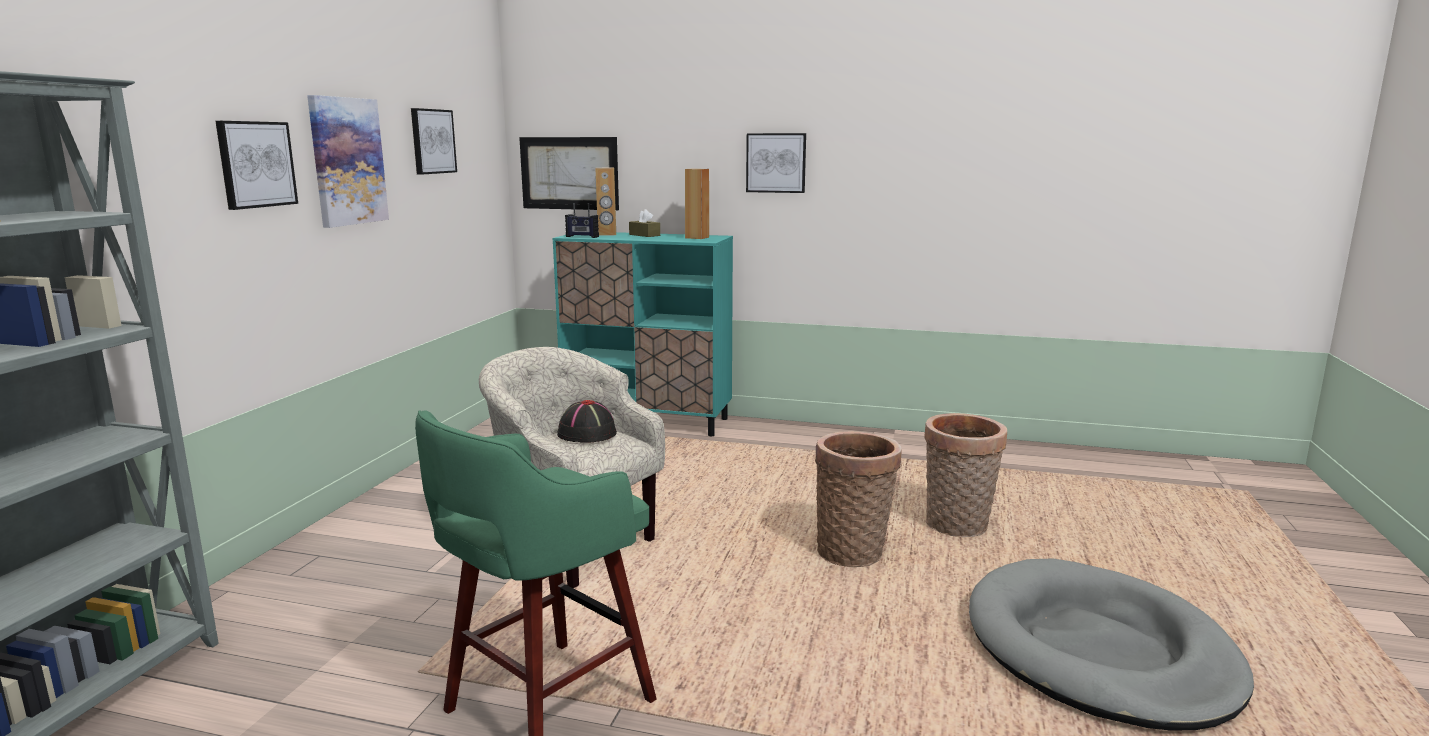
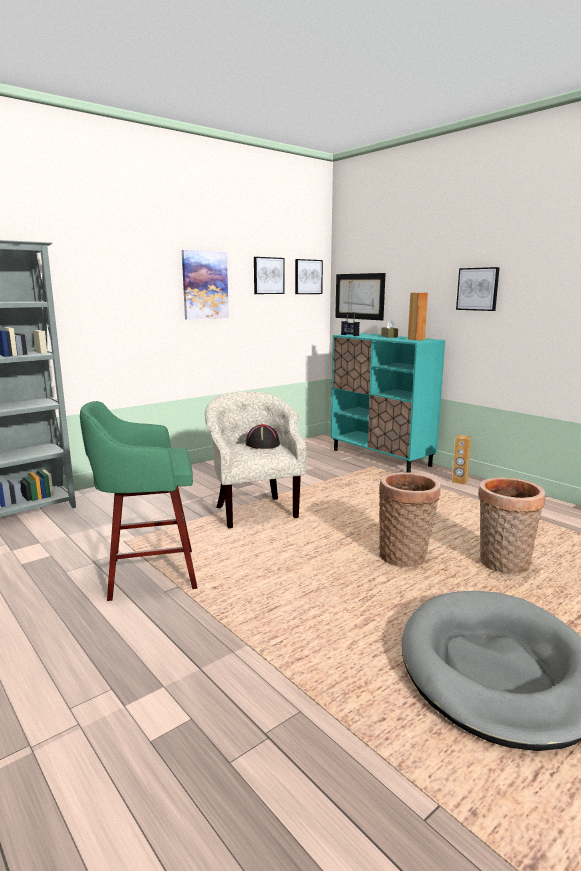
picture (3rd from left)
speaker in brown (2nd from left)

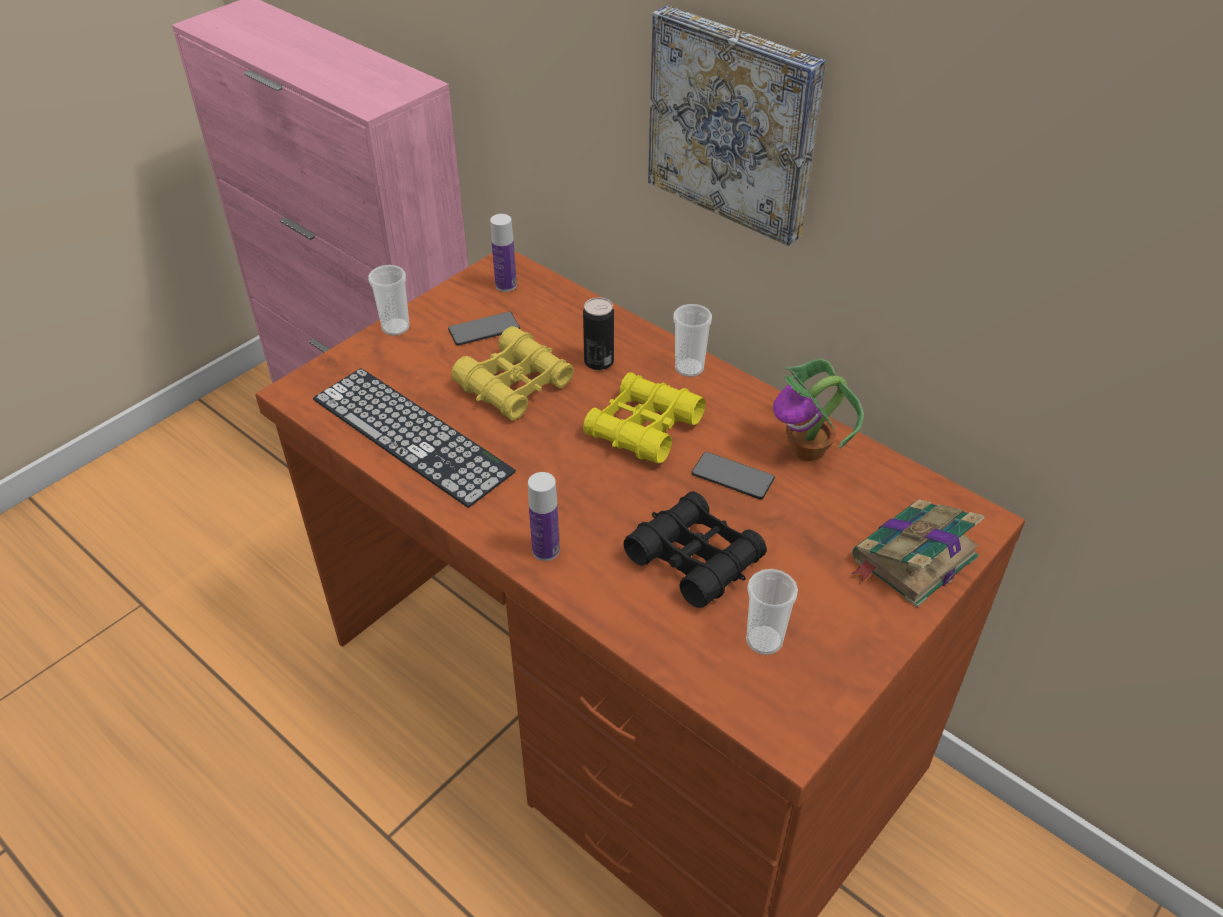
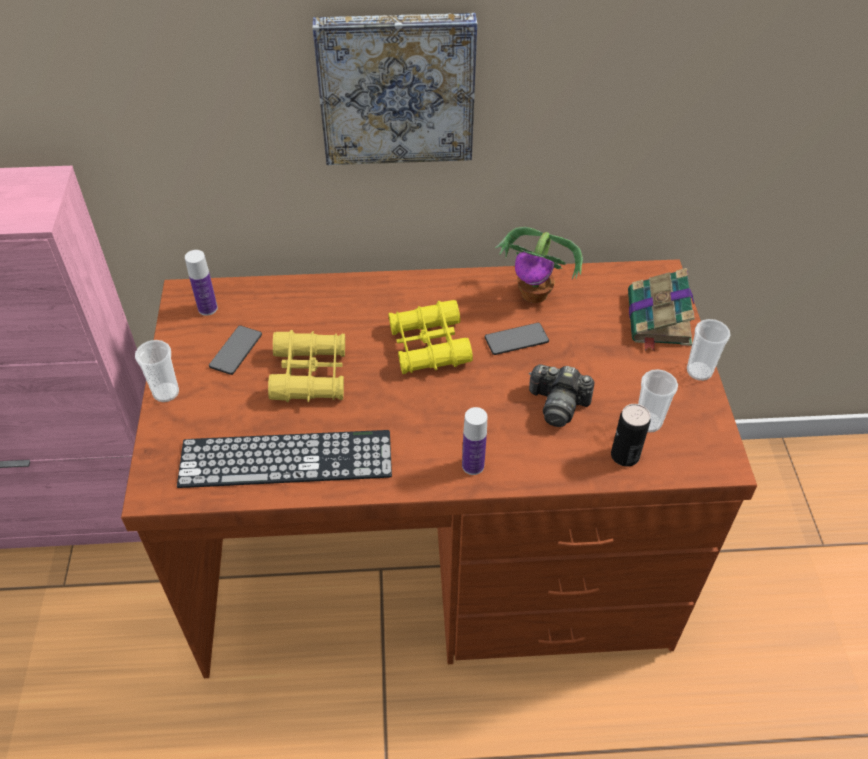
photo camera
can
cup (3rd from left)

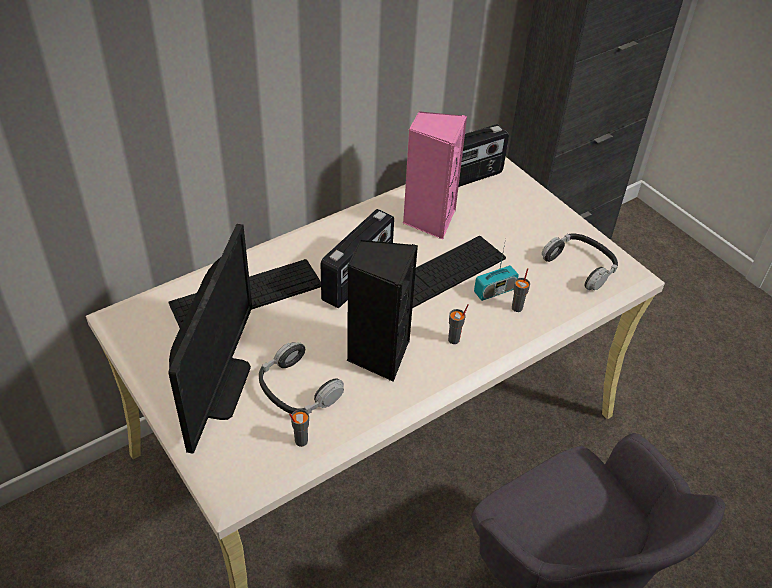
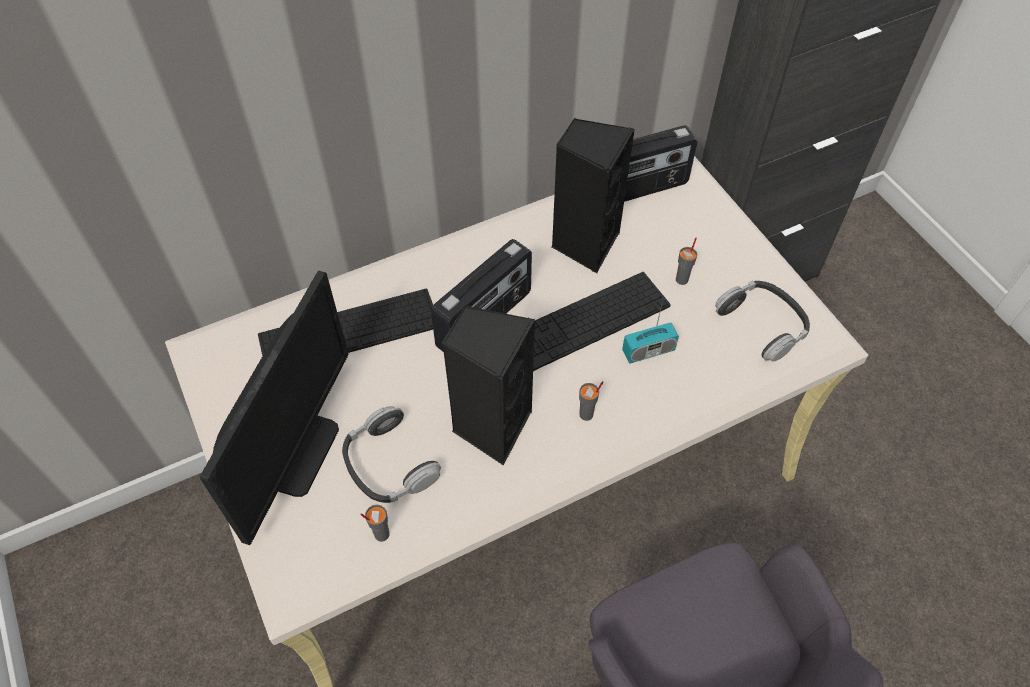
speaker in black (2nd from left)
cup in grey (3rd from left)

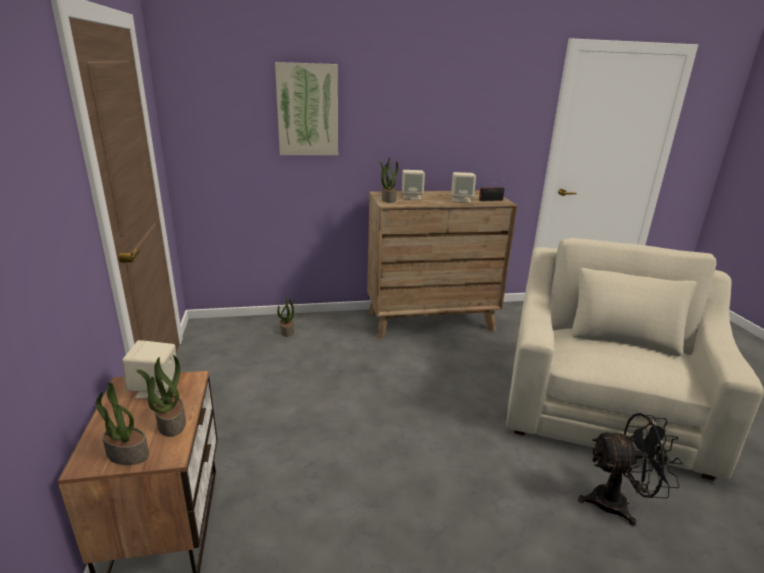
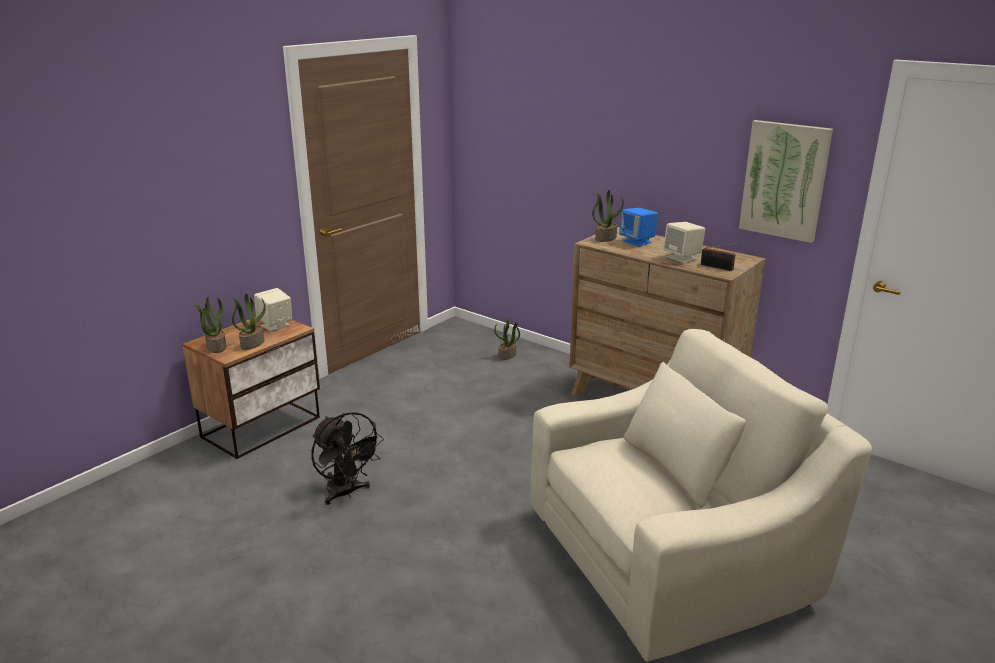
fan in black
speaker in blue
picture

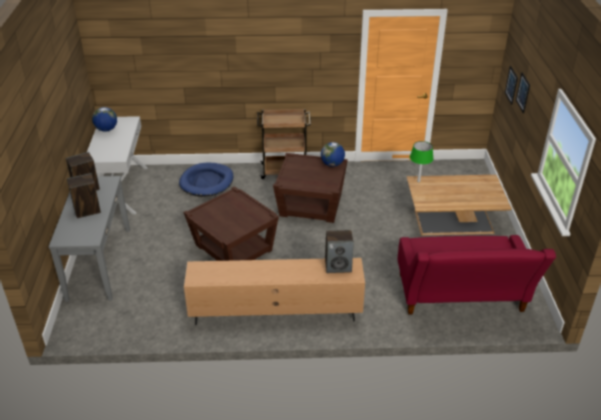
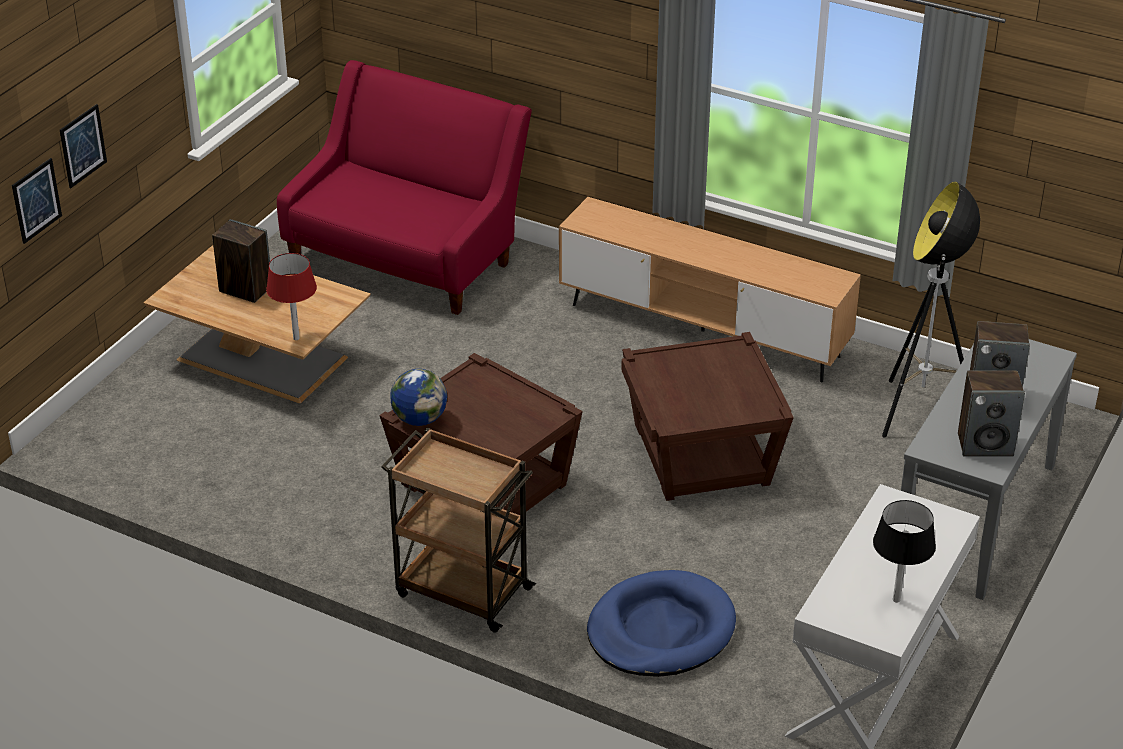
speaker (1st from left)
table lamp in red
table lamp in black
floor lamp

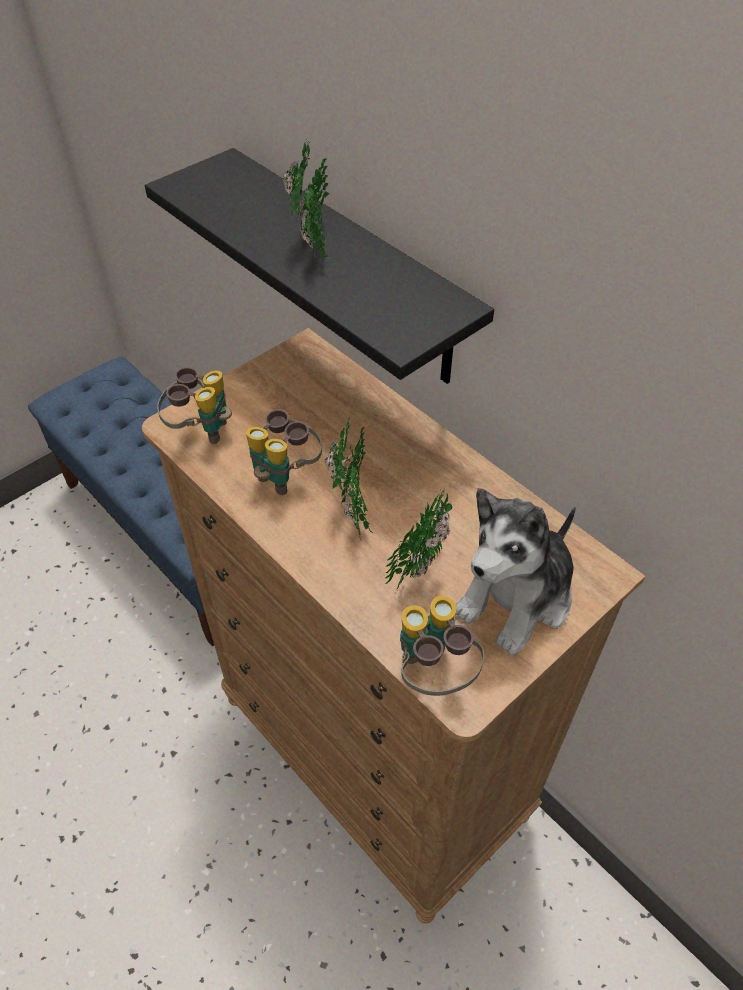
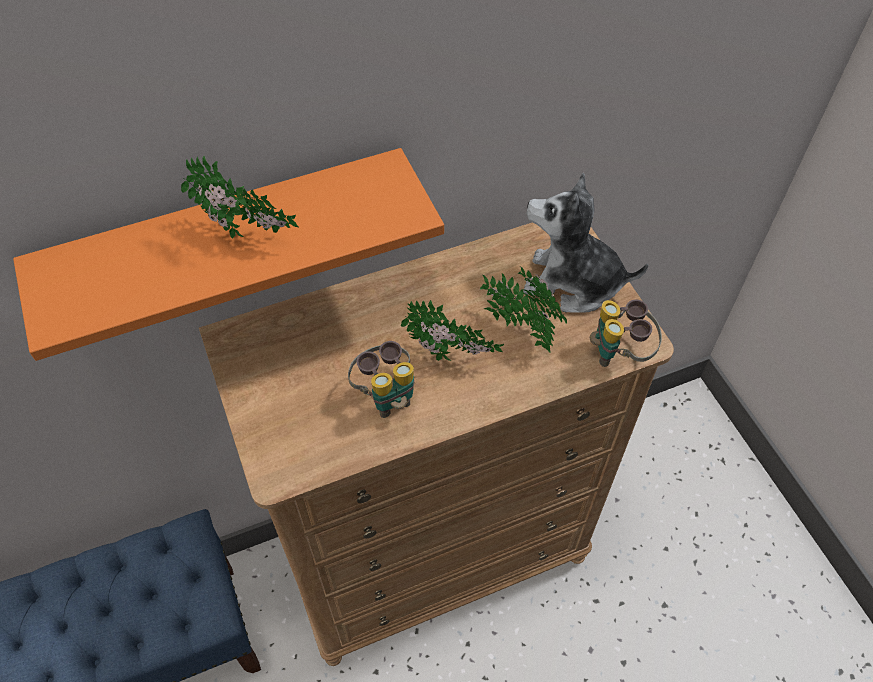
shelf in orange
plush toy
binoculars (1st from left in the first image)

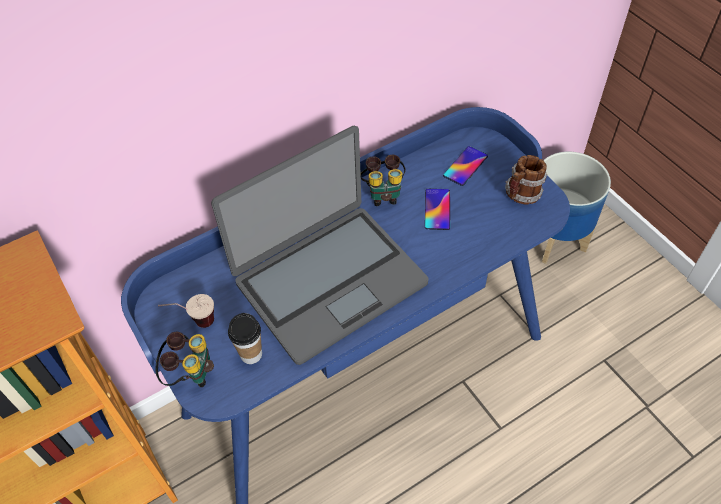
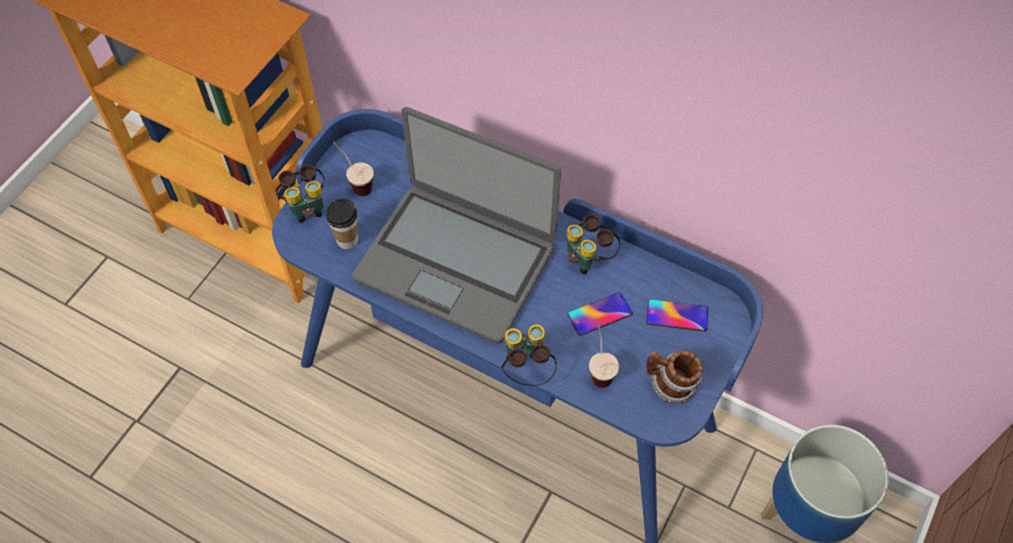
binoculars (2nd from left)
cup (3rd from left)

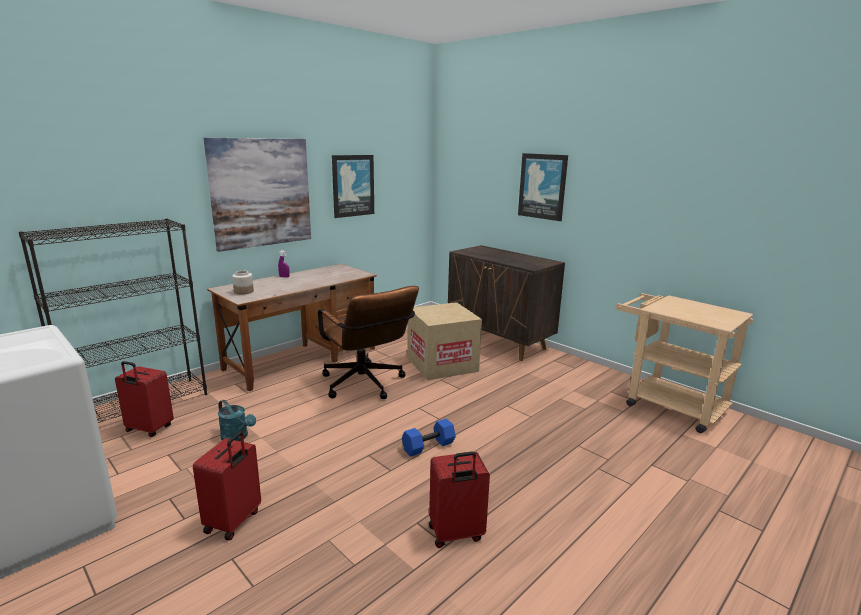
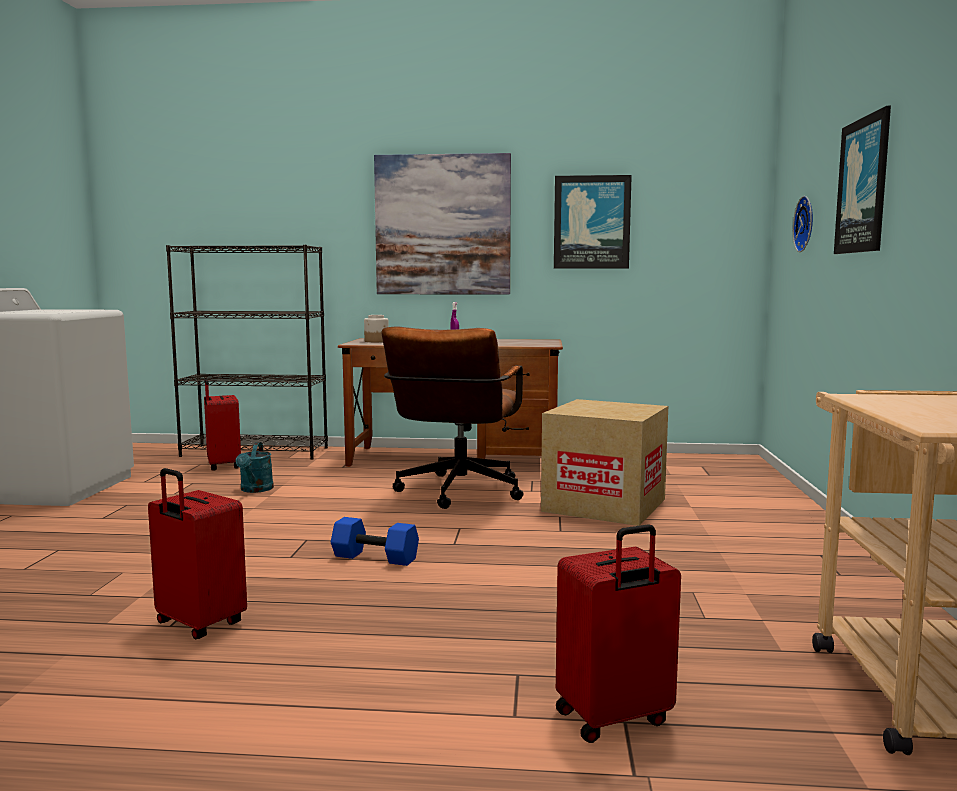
suitcase in red (3rd from left)
wall clock
cabinet in brown

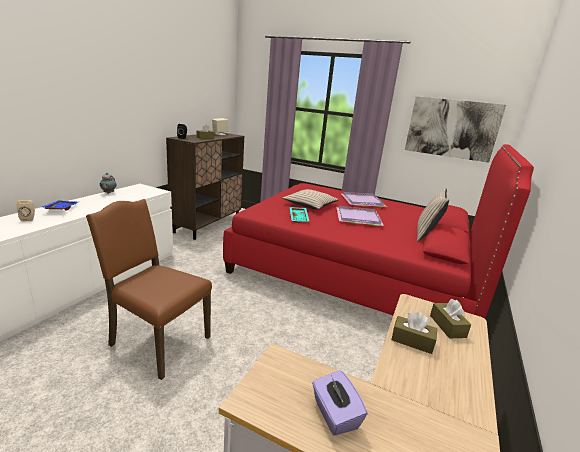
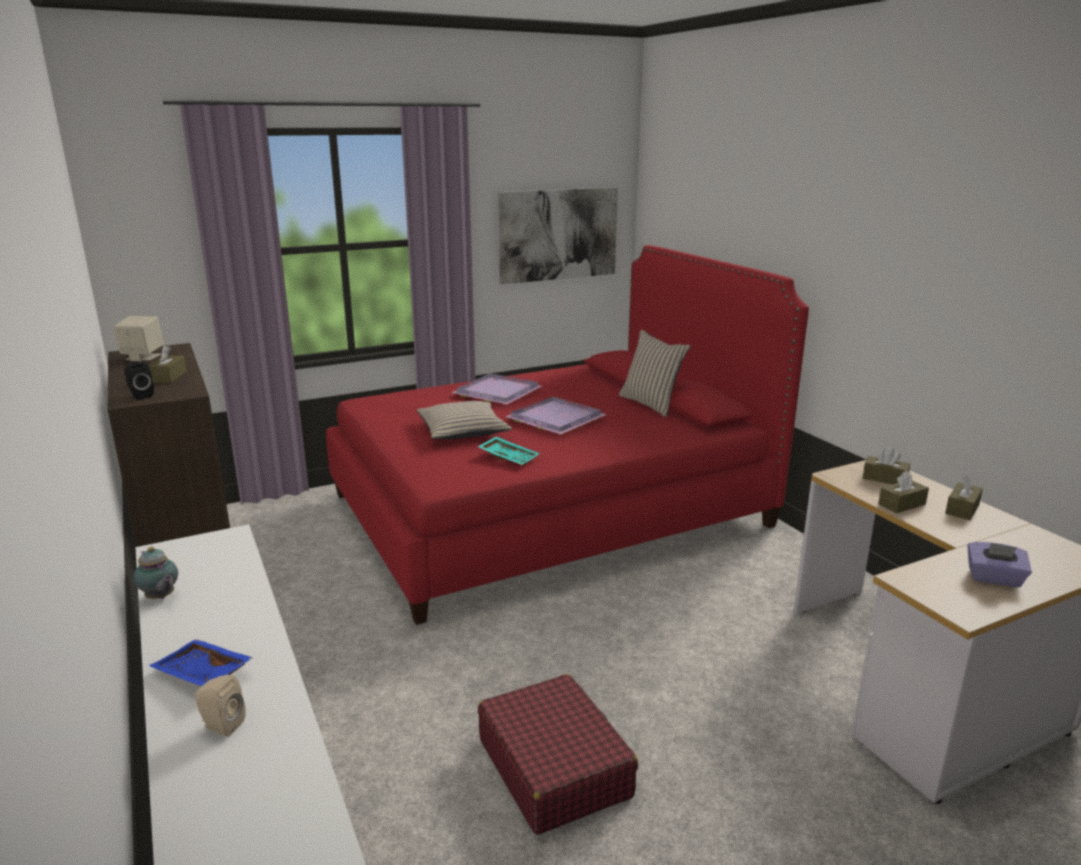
suitcase in red
tissue box in brown (4th from left)

